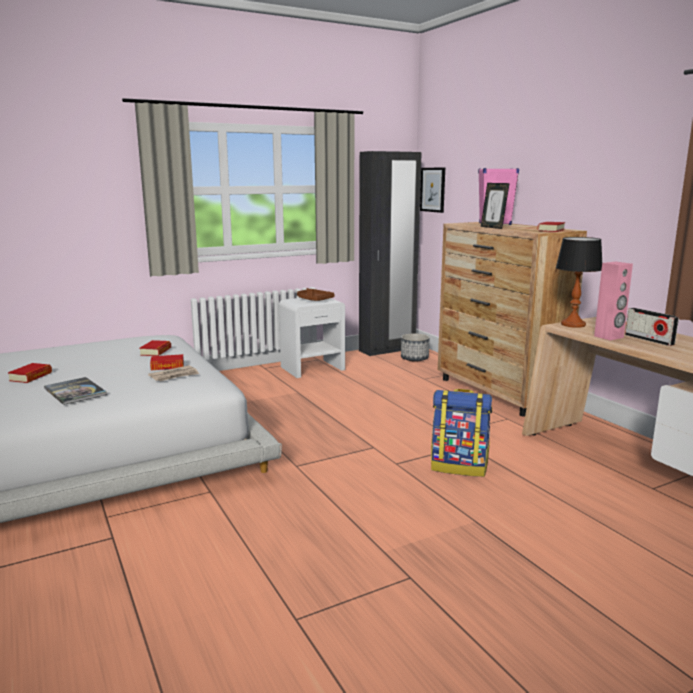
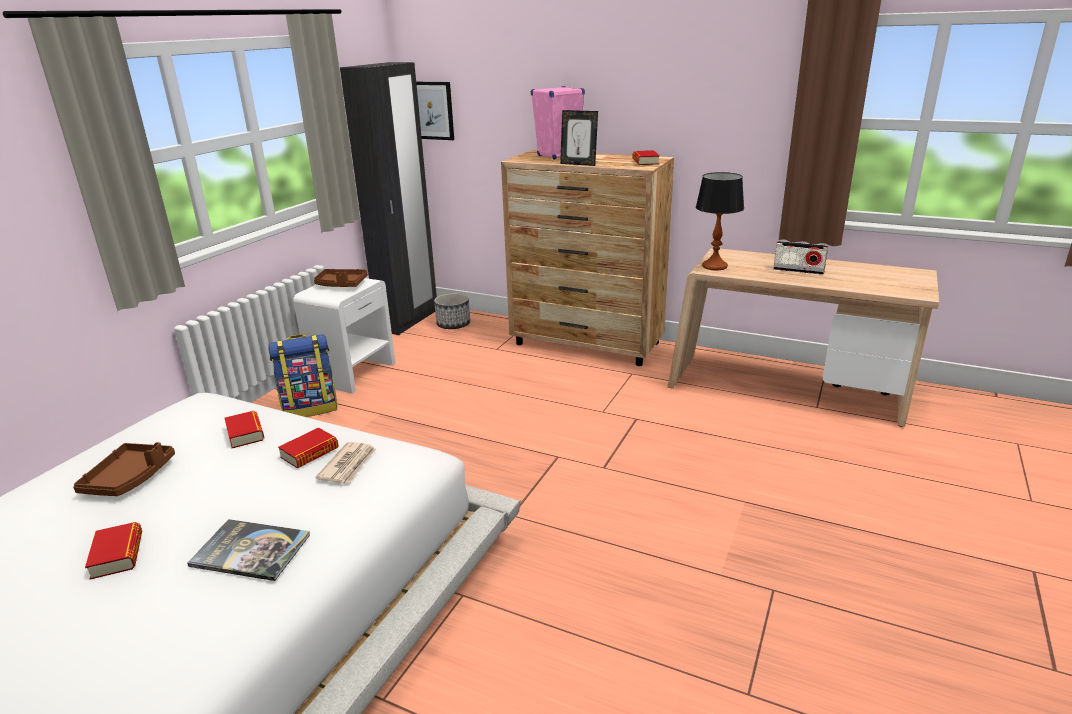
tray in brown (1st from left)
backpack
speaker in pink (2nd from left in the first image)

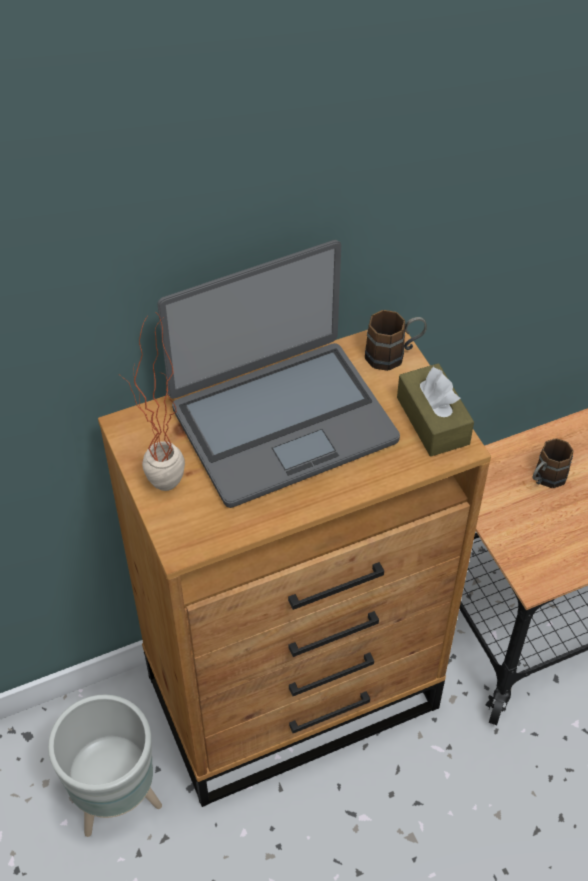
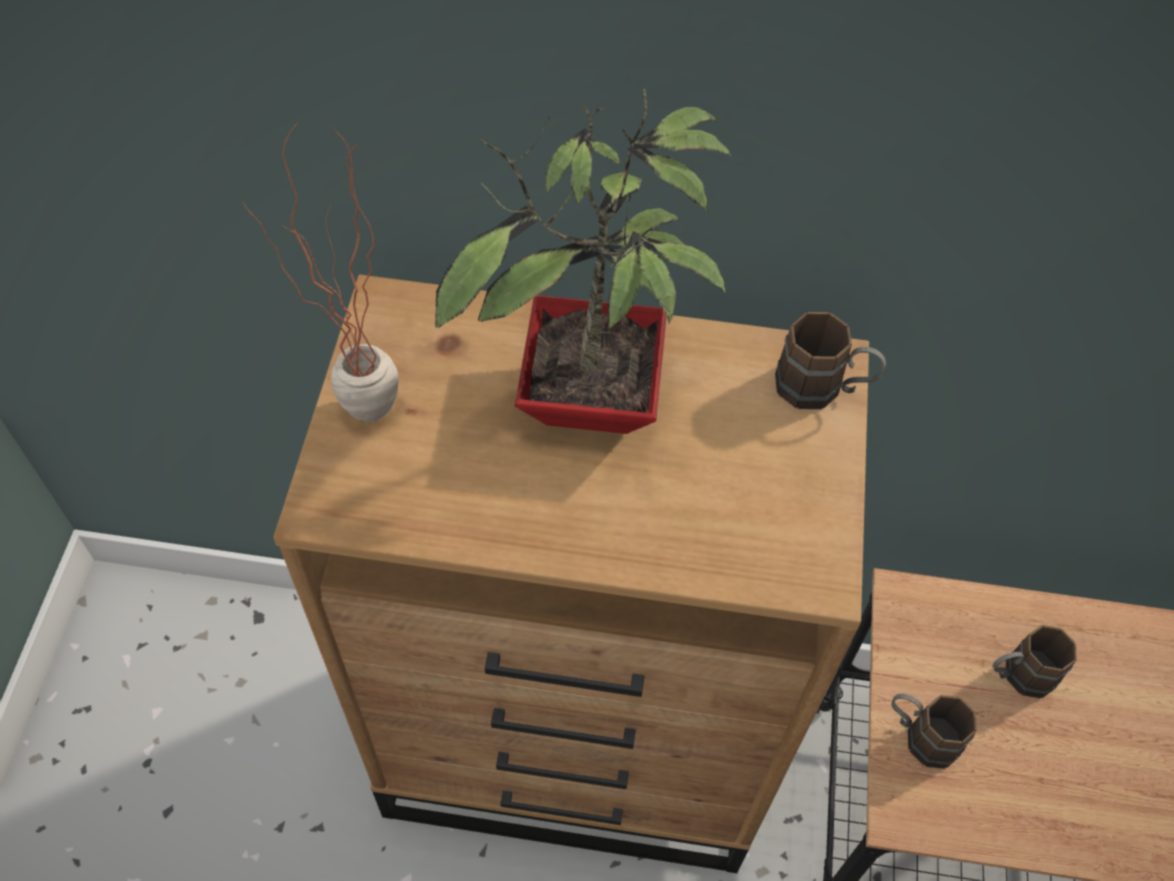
potted plant (2nd from left)
mug in brown (2nd from left)
planter in grey
tissue box in brown

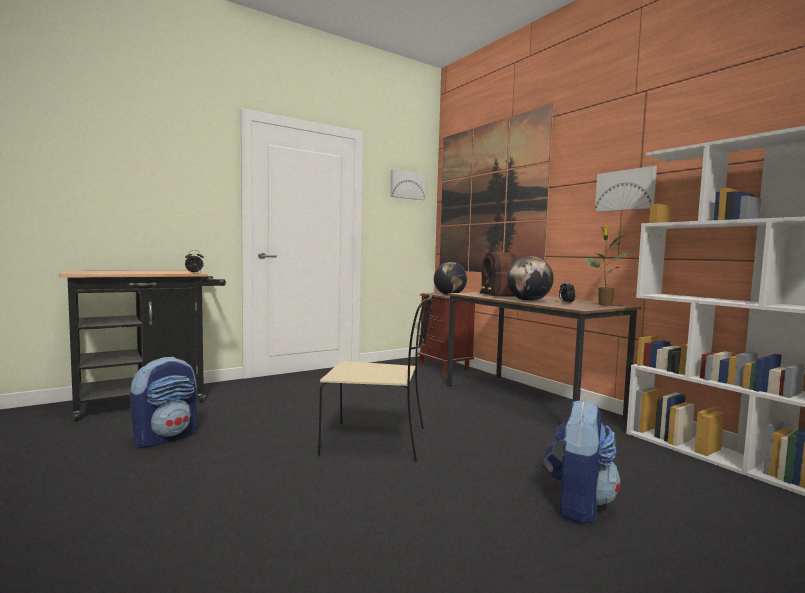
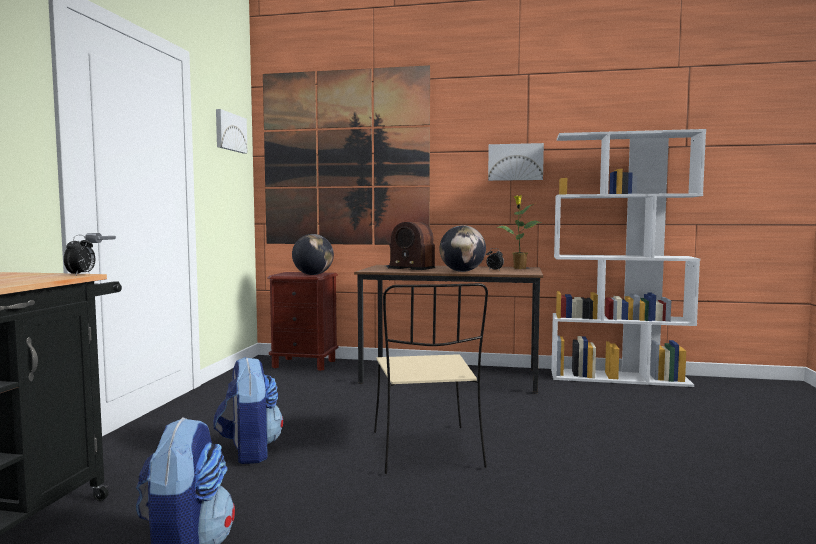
backpack (2nd from left)
chair in beige

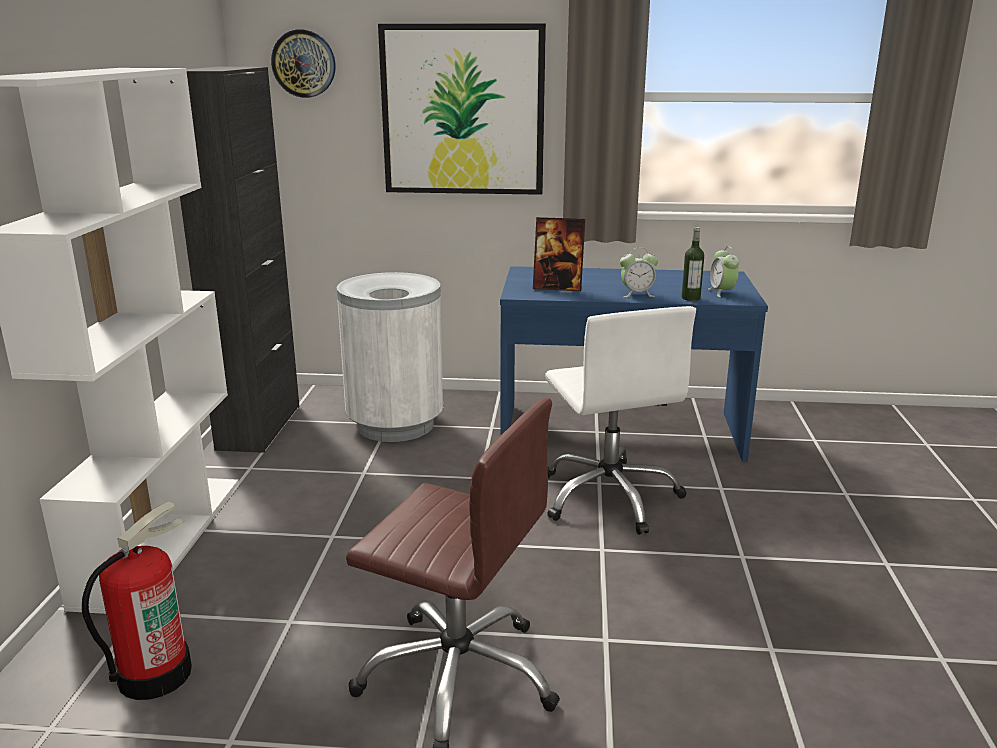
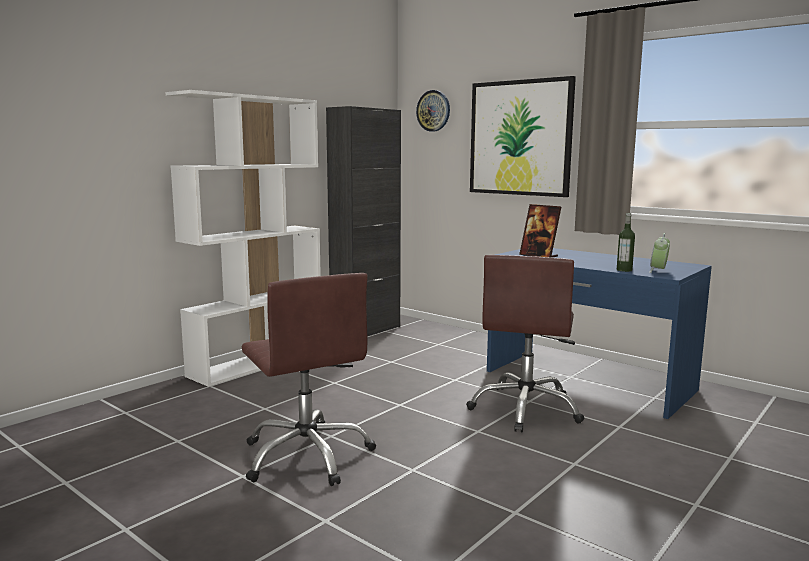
office chair in brown (2nd from left)
fire extinguisher
trash can in white
alarm clock (1st from left in the first image)

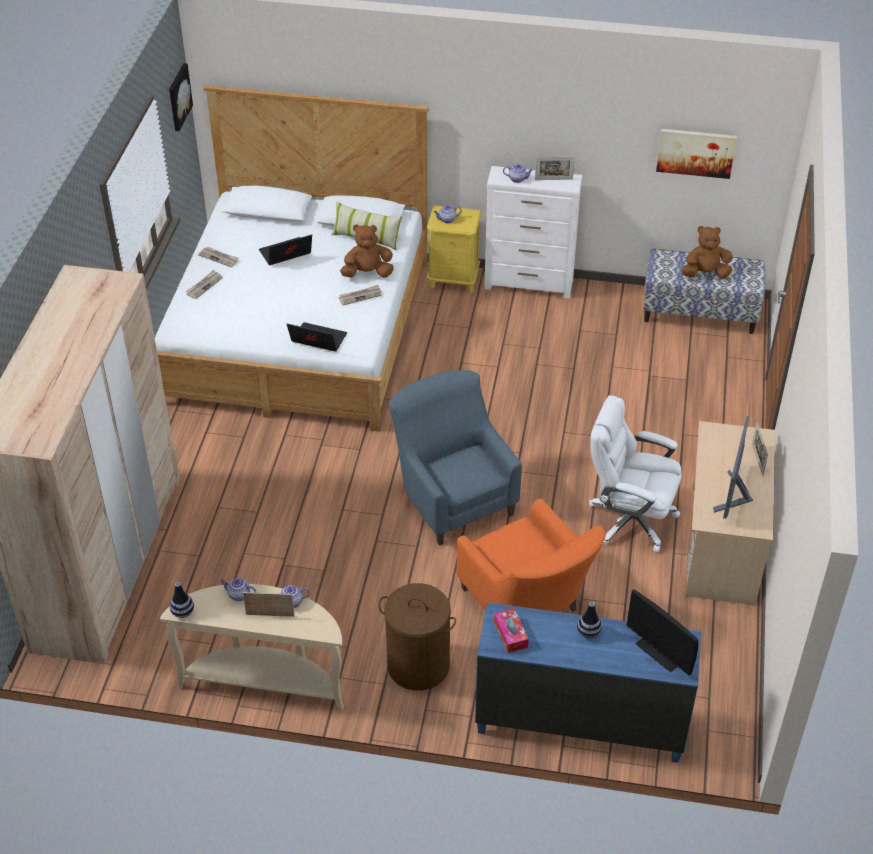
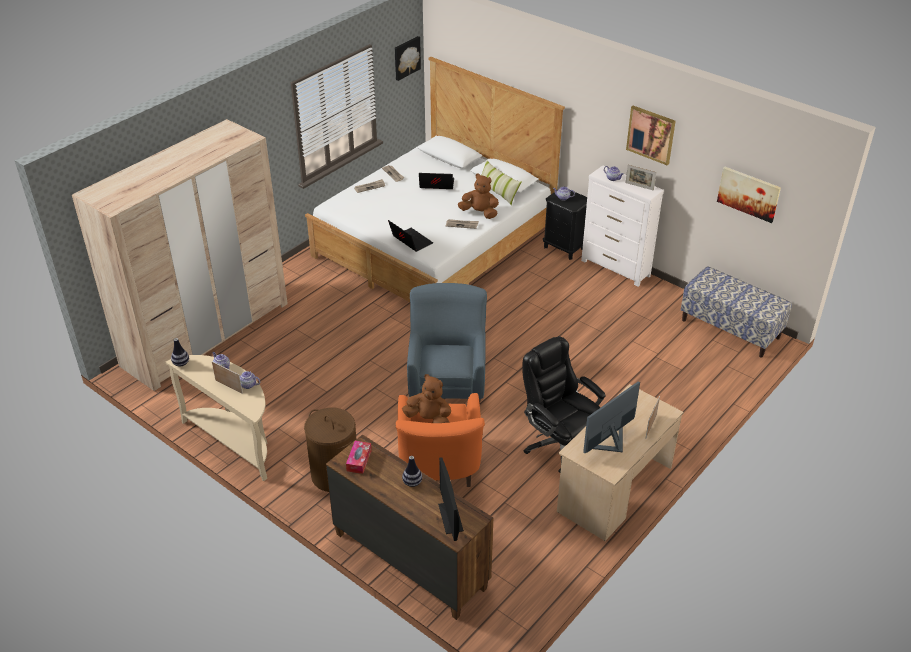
dresser in brown
plush toy in brown (1st from left)
office chair in black
nightstand in black
picture (2nd from left)

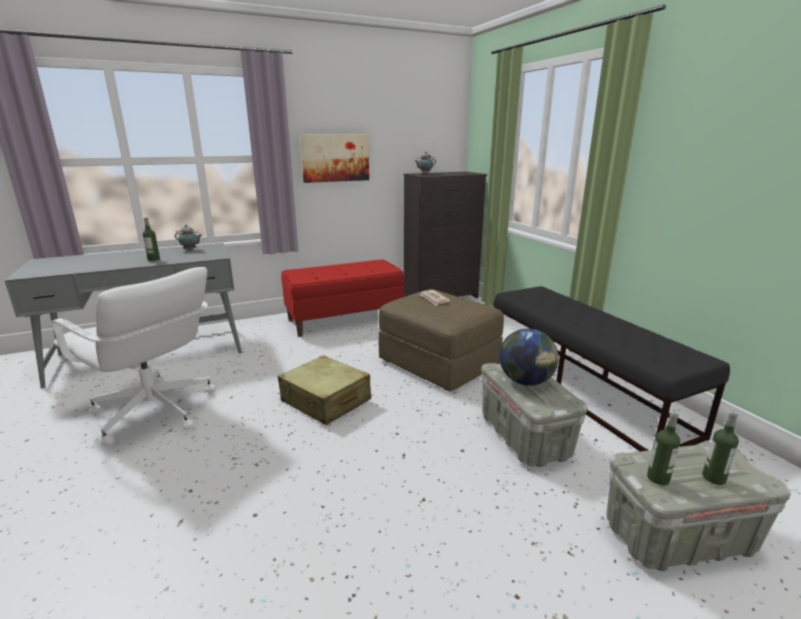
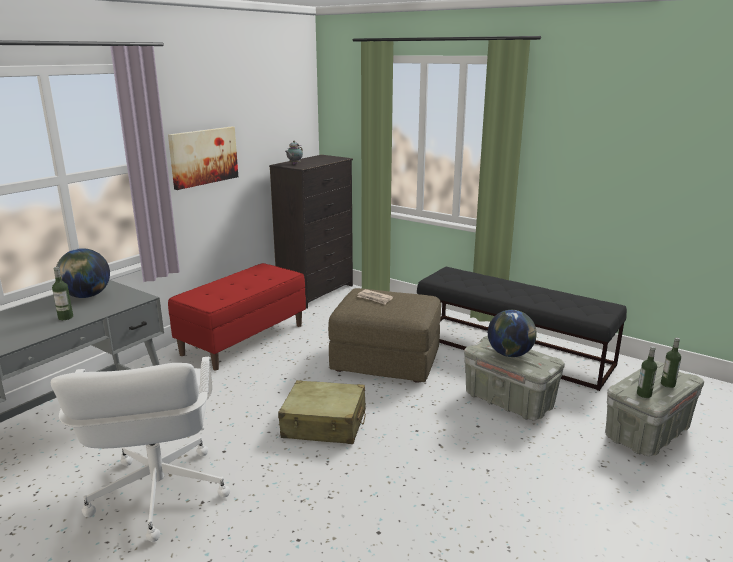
office chair in white
globe (1st from left)

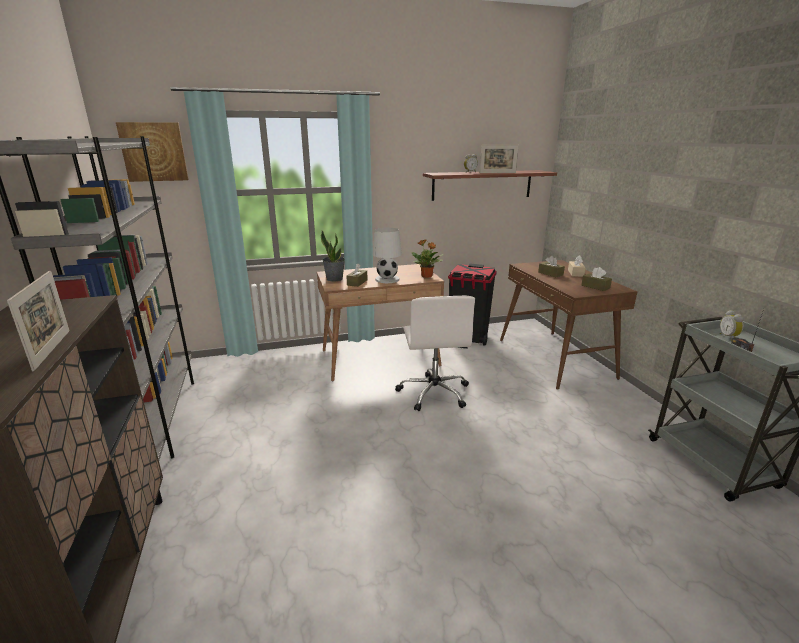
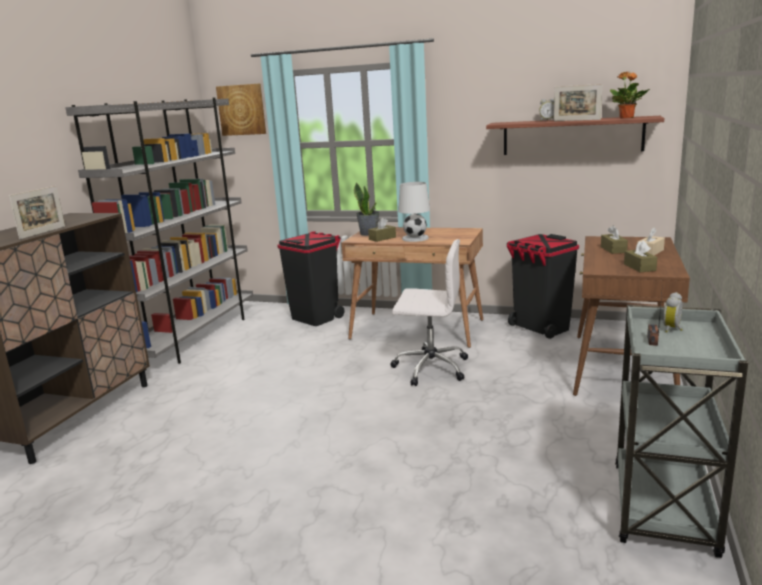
trash can in black (1st from left)
office chair in white
potted plant (2nd from left)

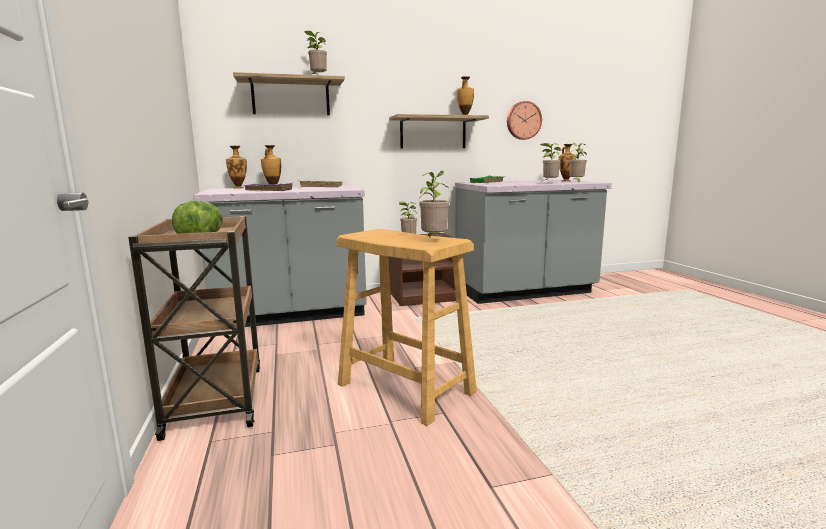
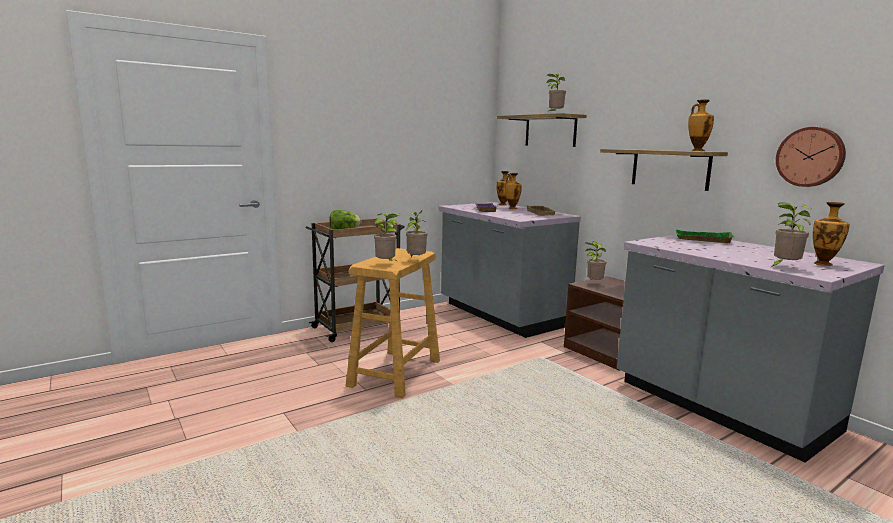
potted plant (2nd from left)

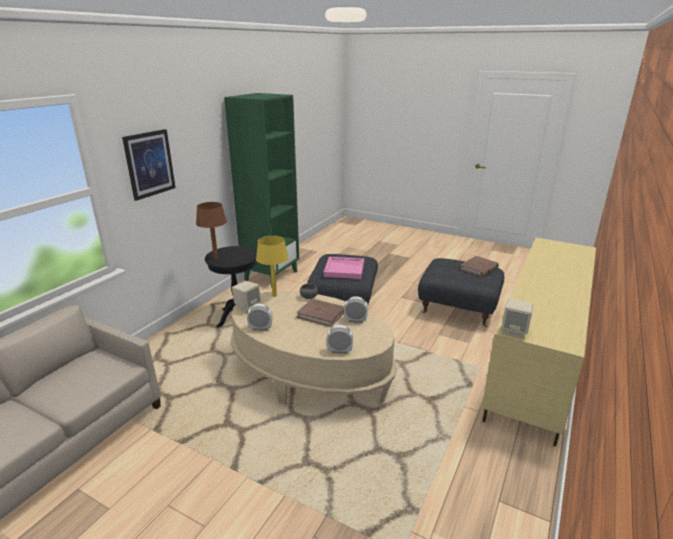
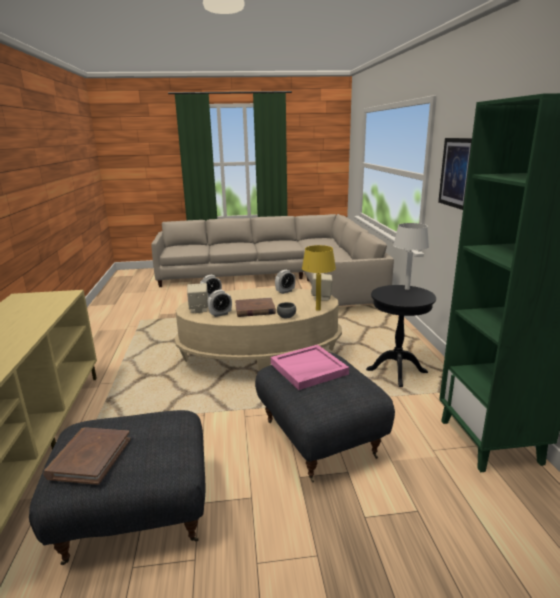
speaker in beige (1st from left)
table lamp in white

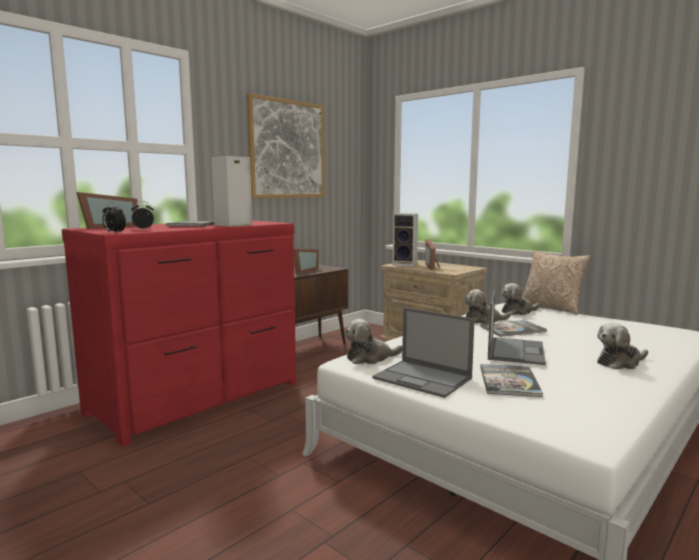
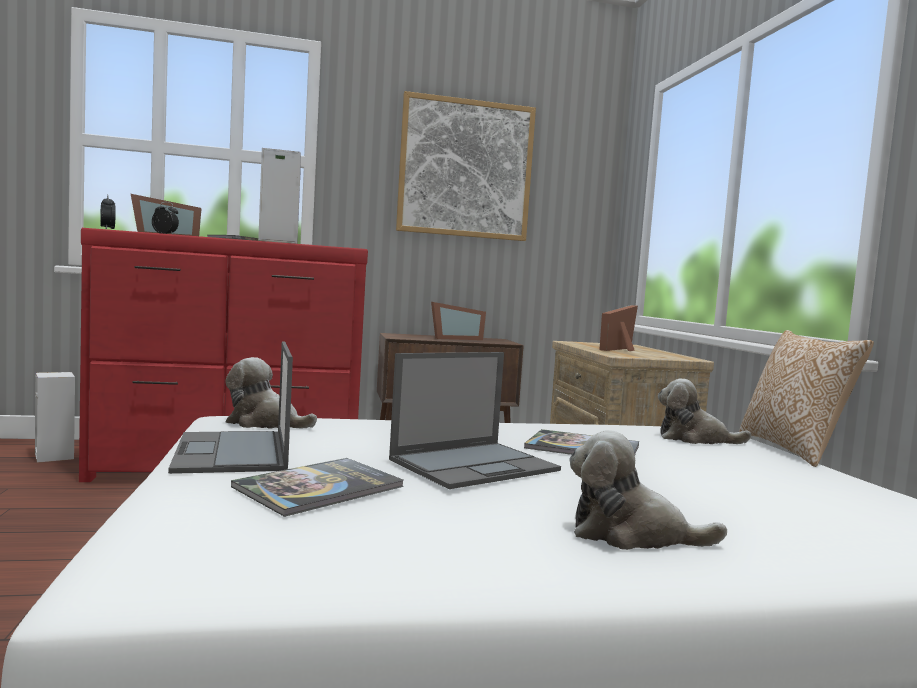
speaker (1st from left)
plush toy (2nd from left in the first image)

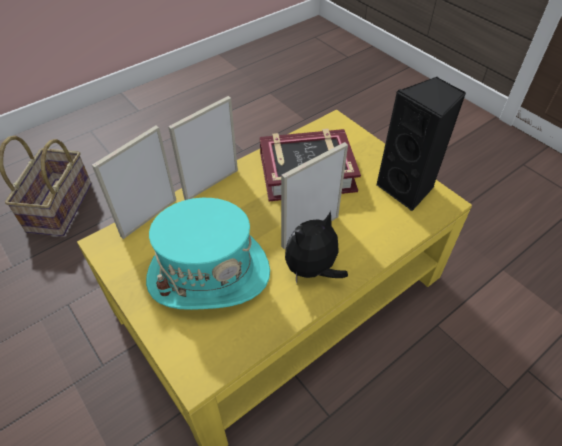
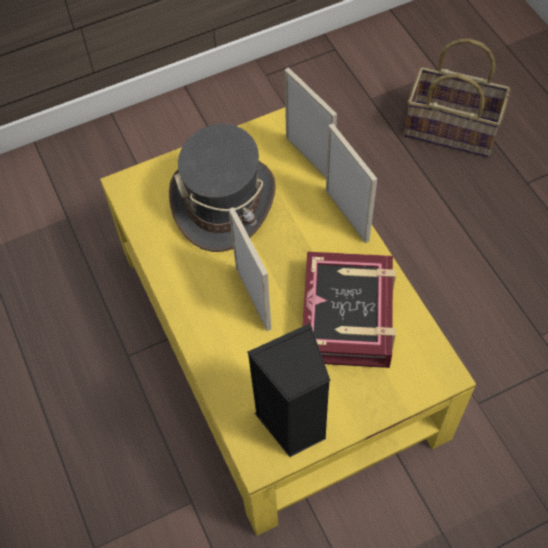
hat in grey
plush toy

